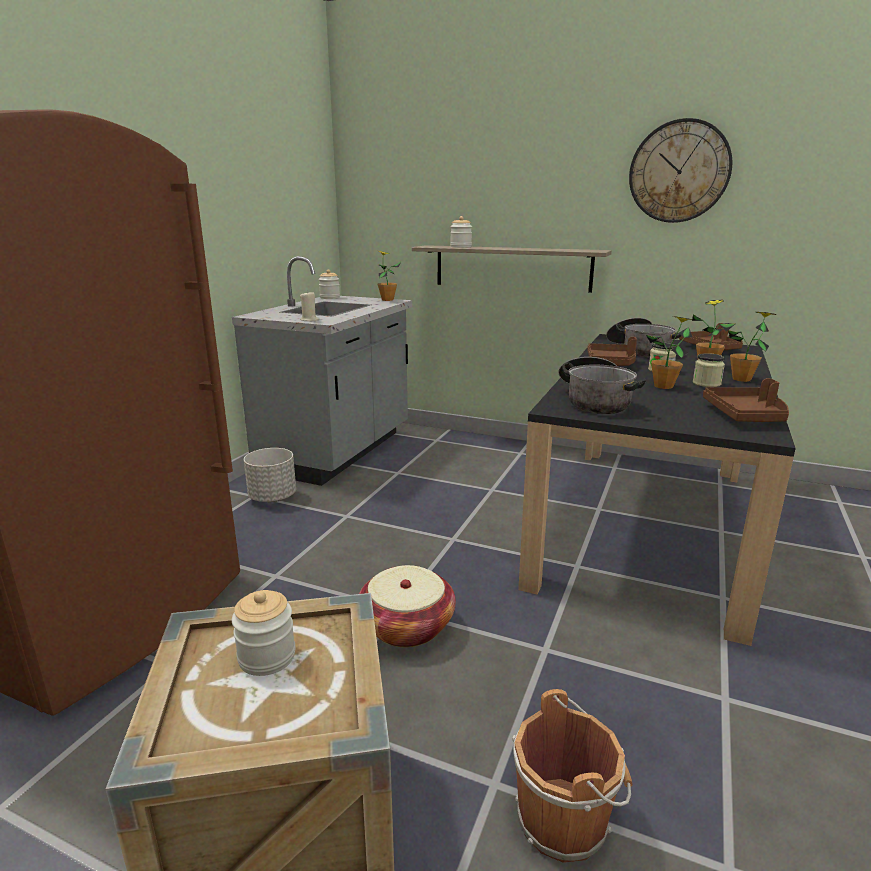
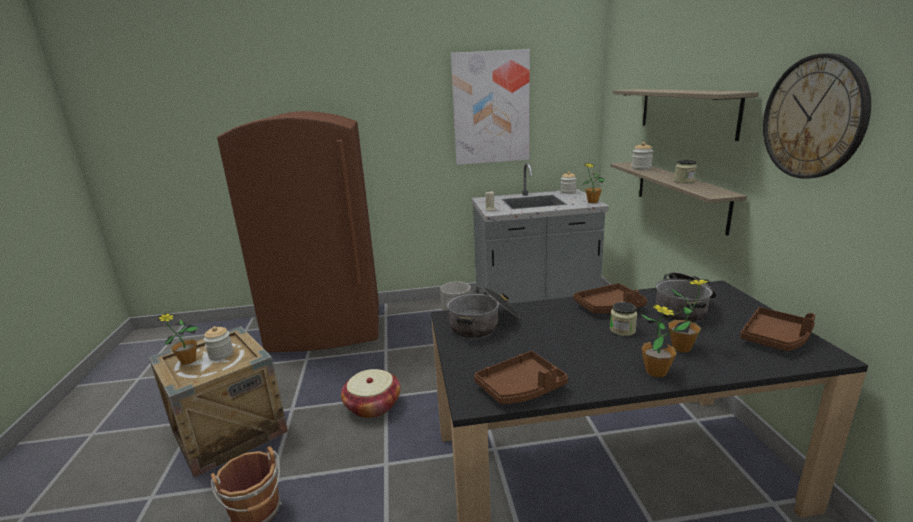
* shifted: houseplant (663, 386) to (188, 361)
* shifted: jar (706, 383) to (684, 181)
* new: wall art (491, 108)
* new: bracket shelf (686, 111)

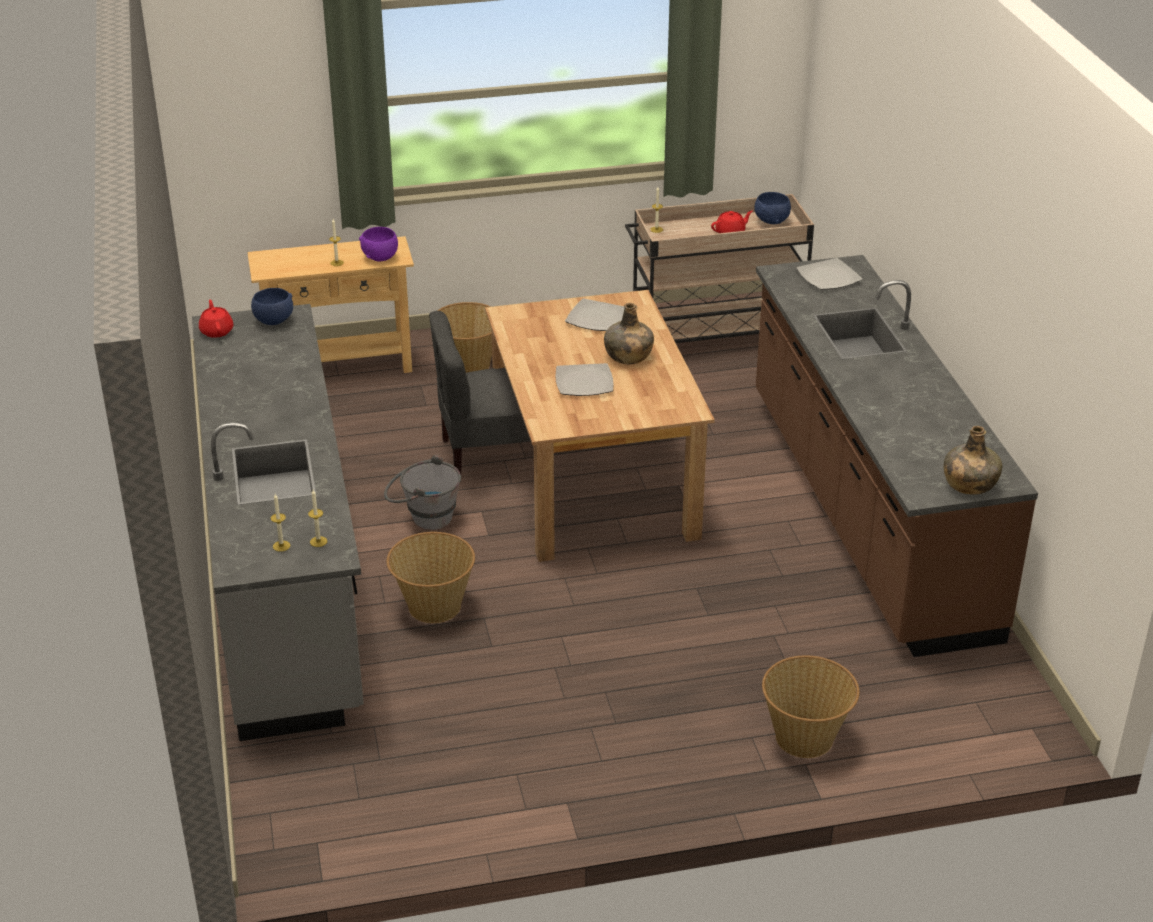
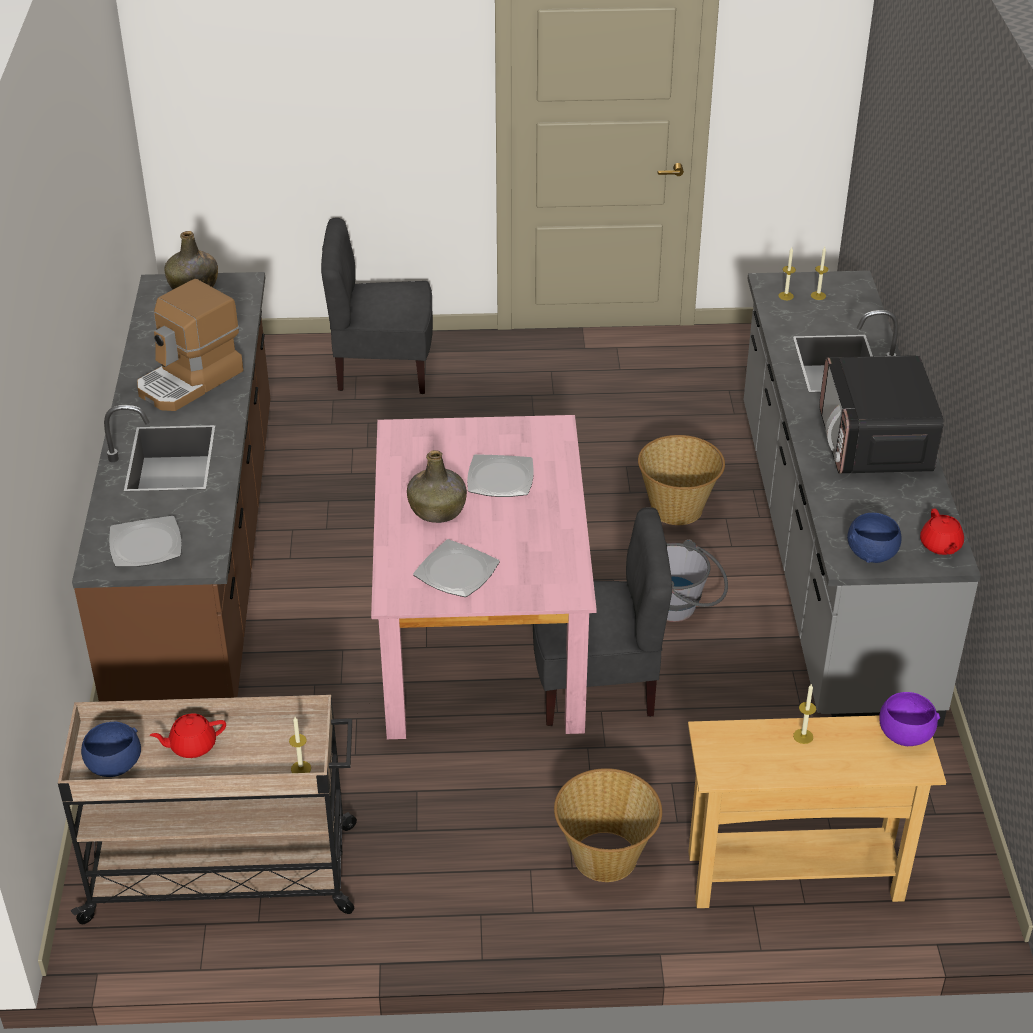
* shifted: purplish deep dish (381, 257) to (903, 735)
* repainted: brown kitchen table (595, 481) to pink-coloured kitchen table (480, 633)
* swapped: household basket (805, 737) to gray chair (383, 369)
* new: coffee maker (190, 381)
* new: kitchen microwave (874, 443)

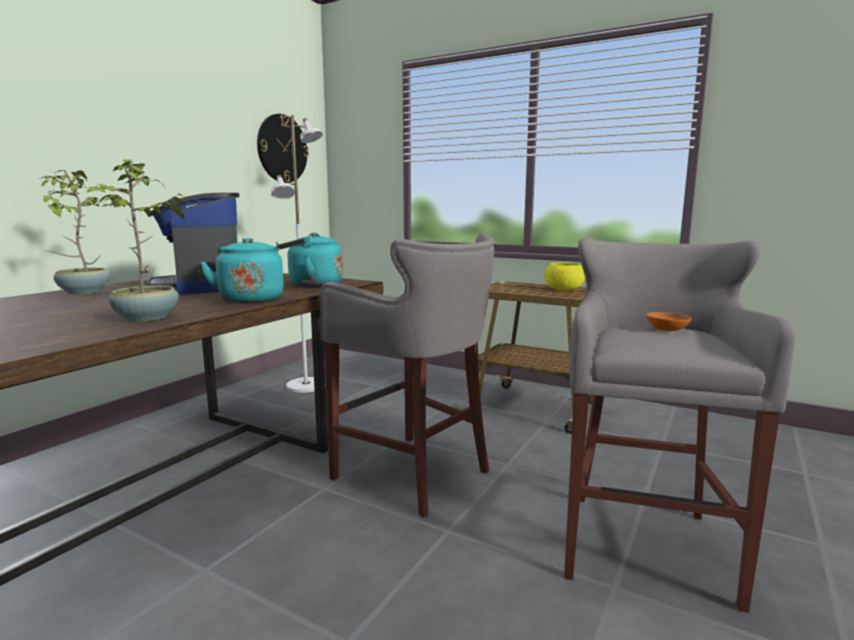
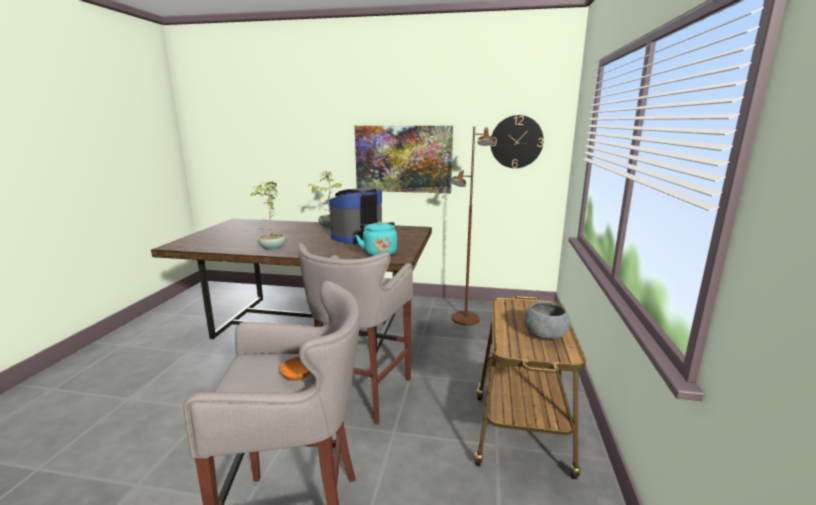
* gone: blue-green tea kettle (250, 299)
* repainted: whitish standing lamp (306, 386) to brown standing lamp (465, 319)
* repainted: yellowish deep dish (564, 290) to gray deep dish (545, 335)
* new: wall art (403, 159)

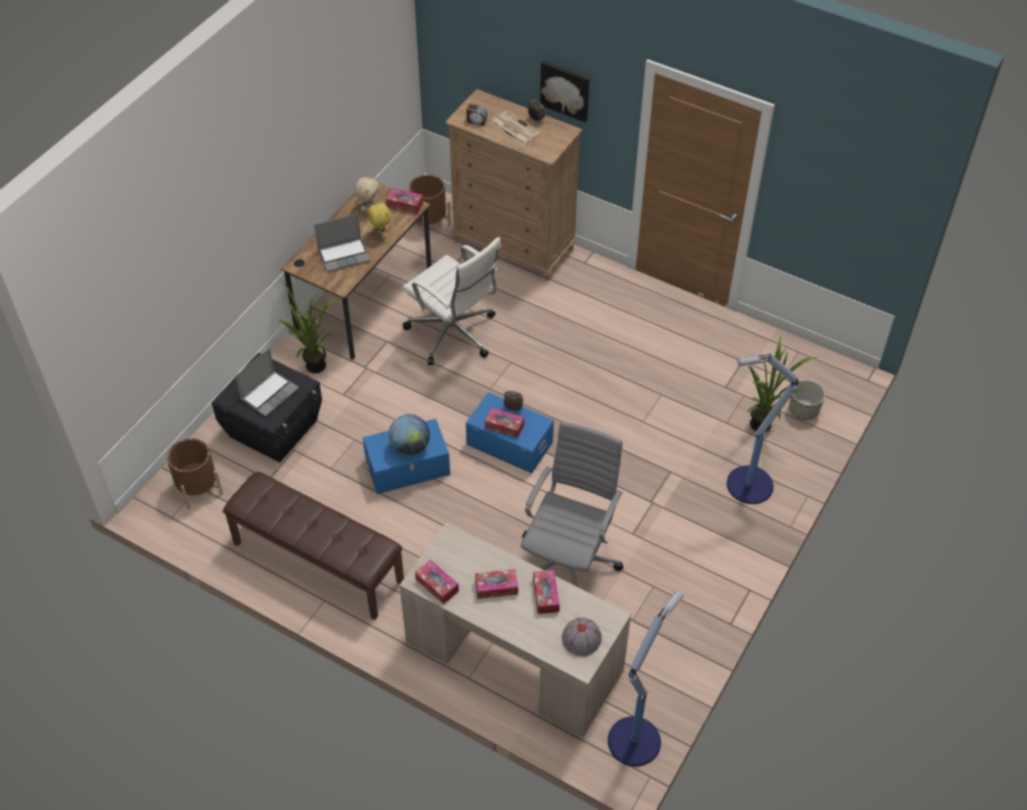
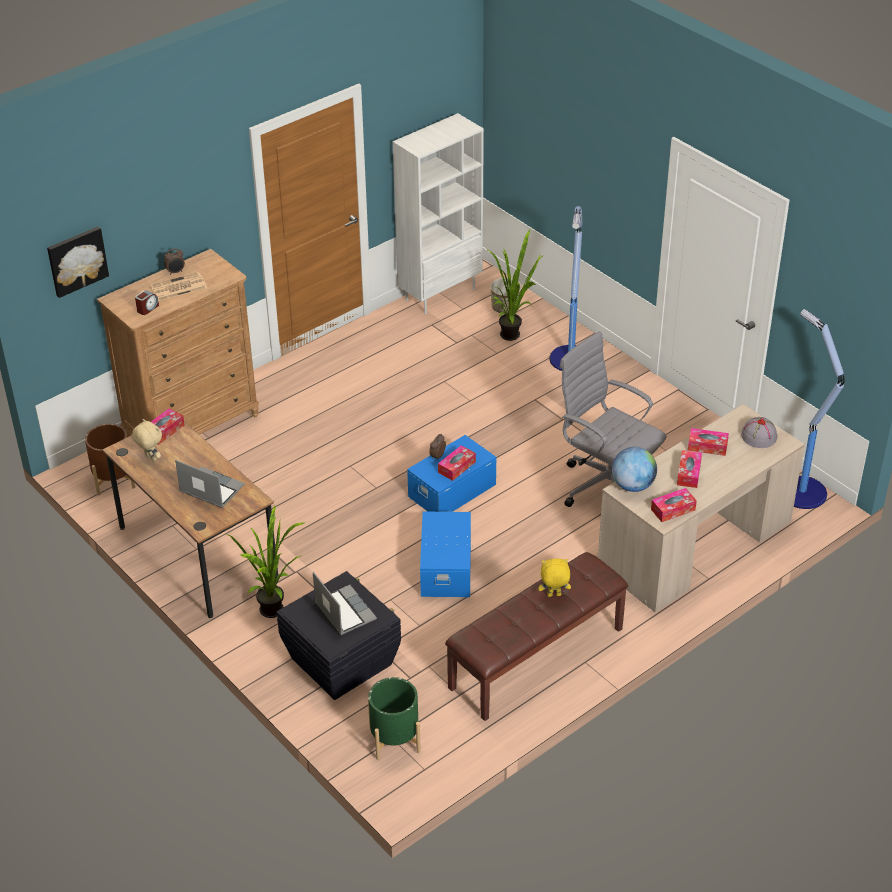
* repainted: brown planter (198, 488) to green planter (394, 739)
* rotated: portable computer (344, 255) = (210, 489) 60 degrees counterclockwise
* shifted: yellowish cuddly toy (380, 234) to (554, 595)
* shifted: world globe (410, 447) to (633, 485)
* gone: whitish office chair (454, 334)
* shifted: wall art (565, 90) to (77, 260)
* new: whitish bookcase (440, 294)

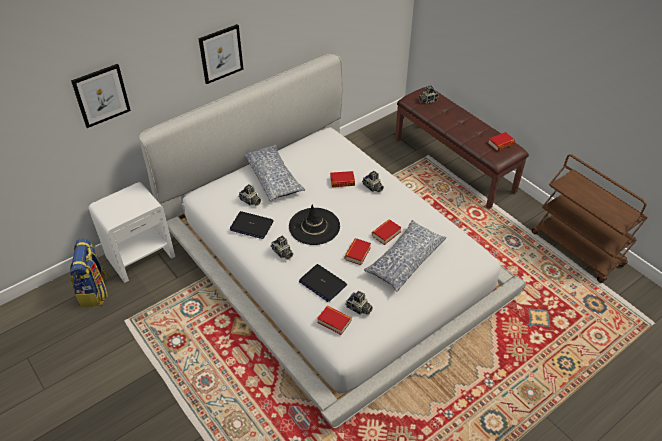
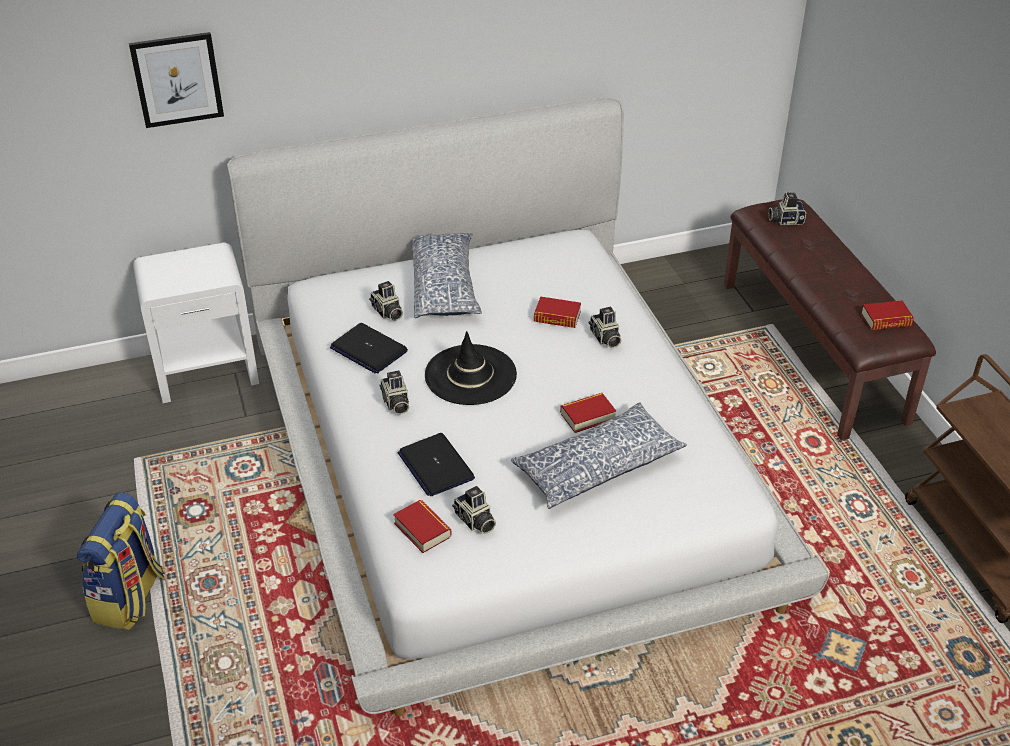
* shifted: backpack (95, 291) to (130, 599)
* gone: wall art (221, 54)
* gone: volume (357, 253)

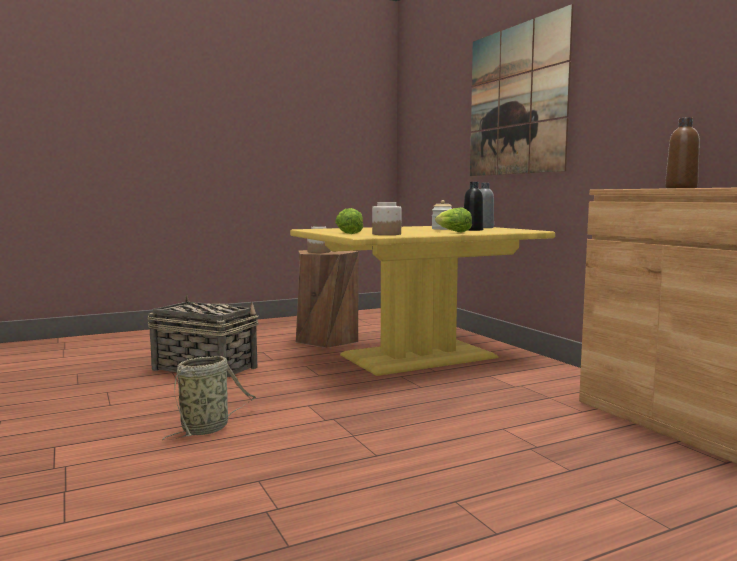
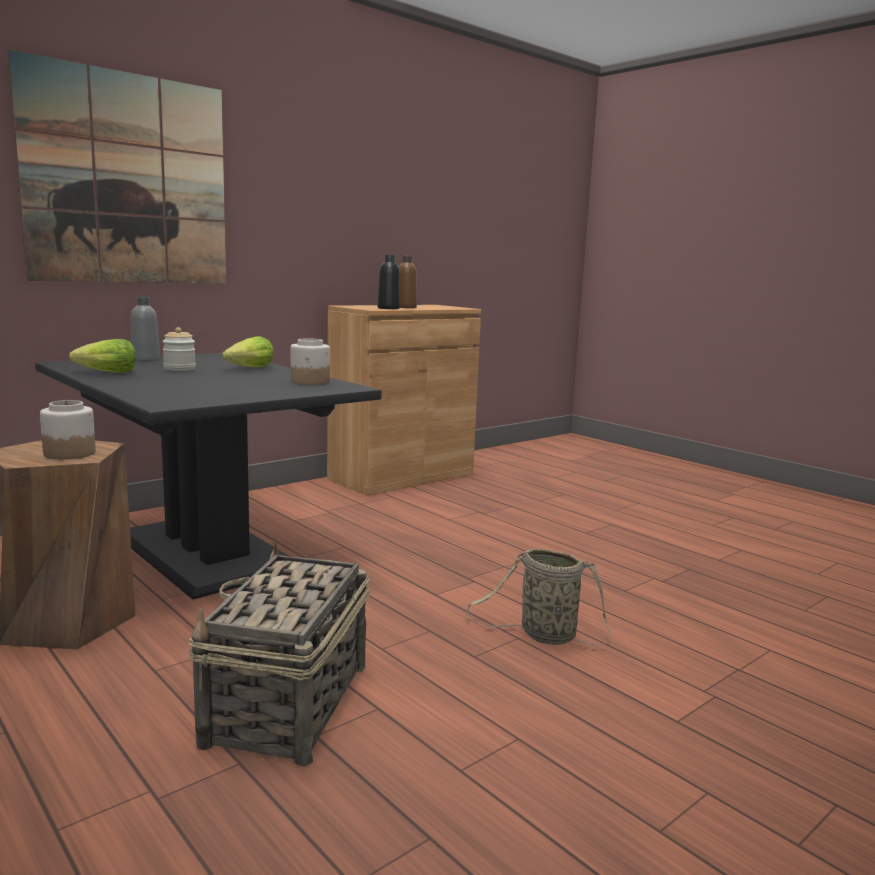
* repainted: yellowish kitchen table (417, 356) to blackish kitchen table (204, 552)
* shifted: lettuce (349, 233) to (107, 373)
* shifted: blackish beverage bottle (473, 230) to (388, 308)

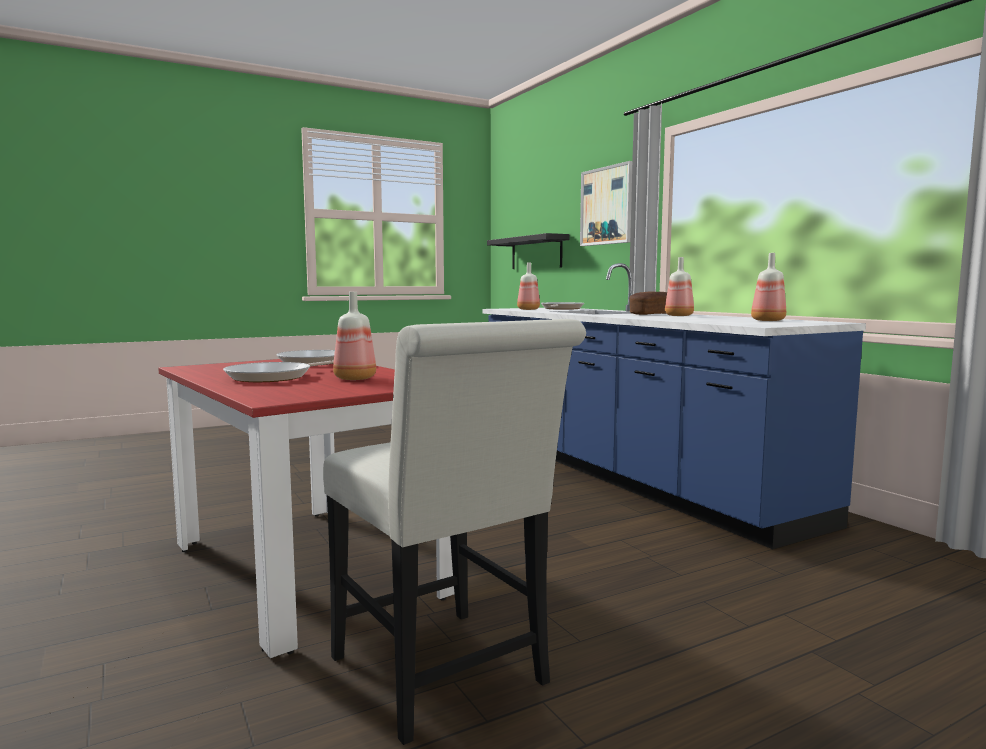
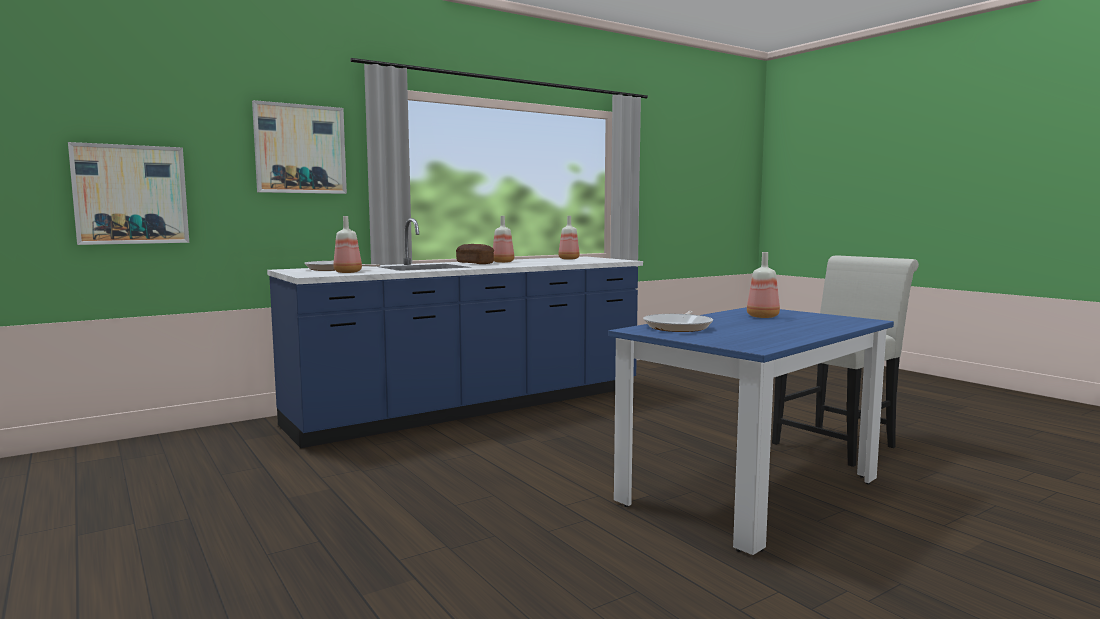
* repainted: reddish kitchen table (306, 568) to bluish kitchen table (750, 490)
* gone: skillet (273, 377)
* swapped: blackish bracket shelf (536, 253) to wall art (131, 194)

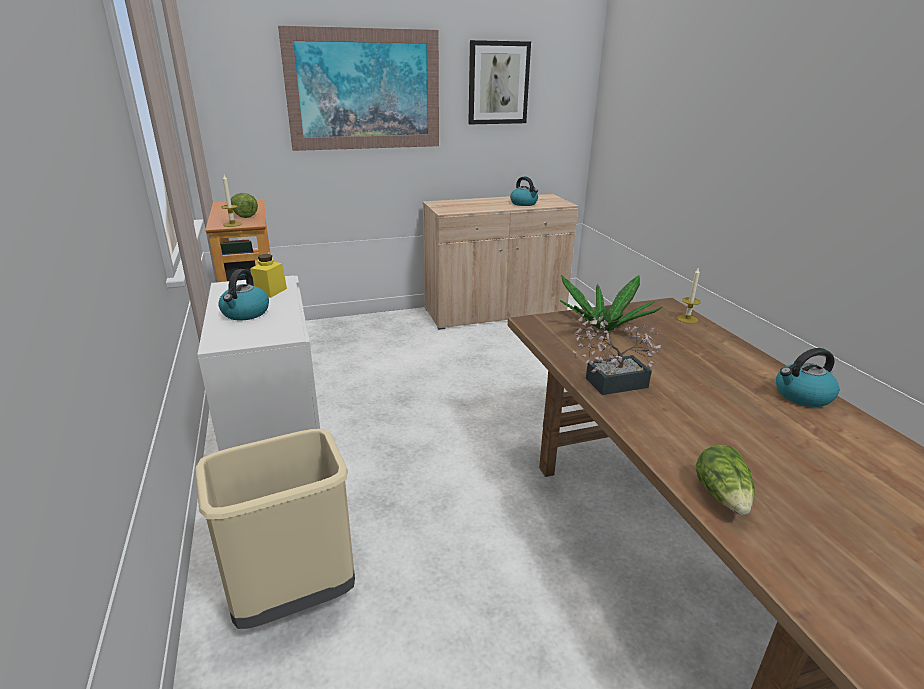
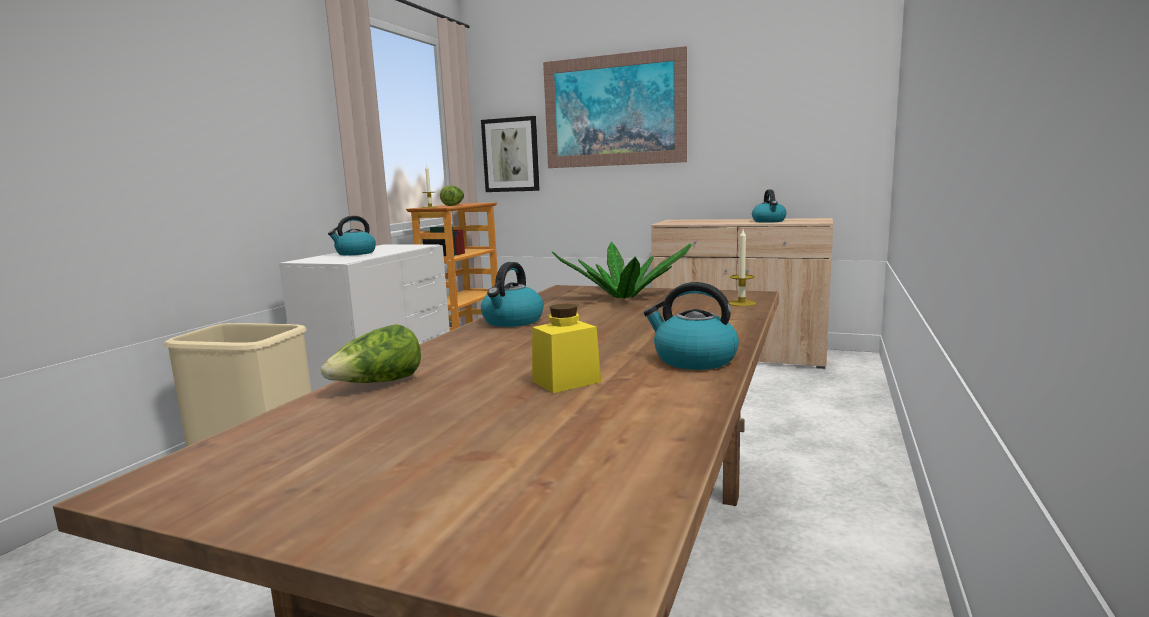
* shifted: yellowish jar (270, 291) to (566, 381)
* shifted: wall art (498, 83) to (511, 155)
* swapped: houseplant (609, 383) to tea kettle (512, 321)

